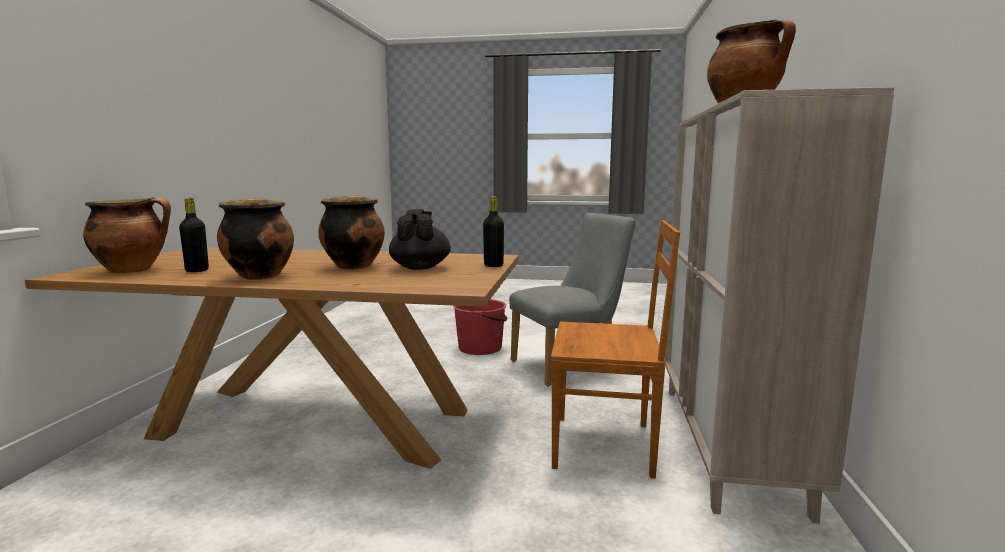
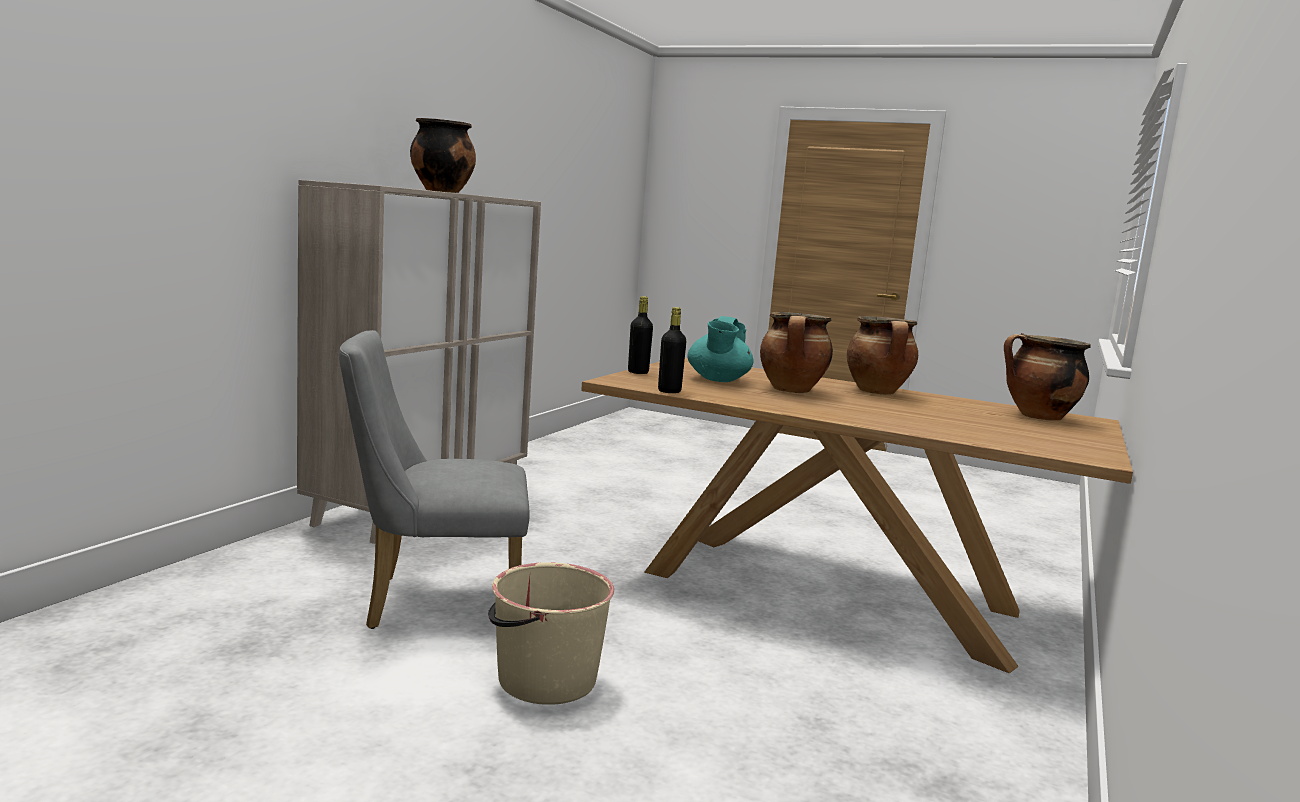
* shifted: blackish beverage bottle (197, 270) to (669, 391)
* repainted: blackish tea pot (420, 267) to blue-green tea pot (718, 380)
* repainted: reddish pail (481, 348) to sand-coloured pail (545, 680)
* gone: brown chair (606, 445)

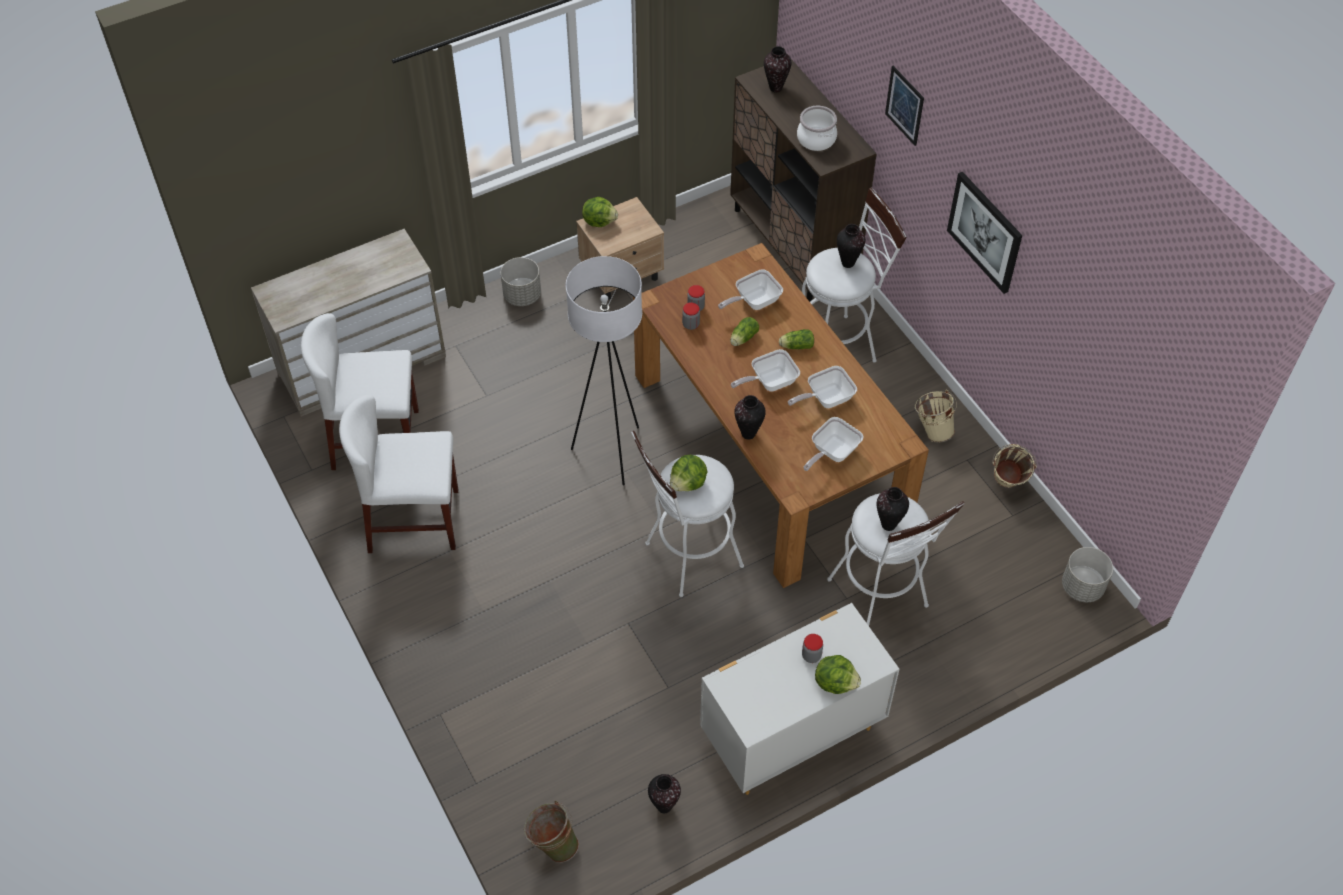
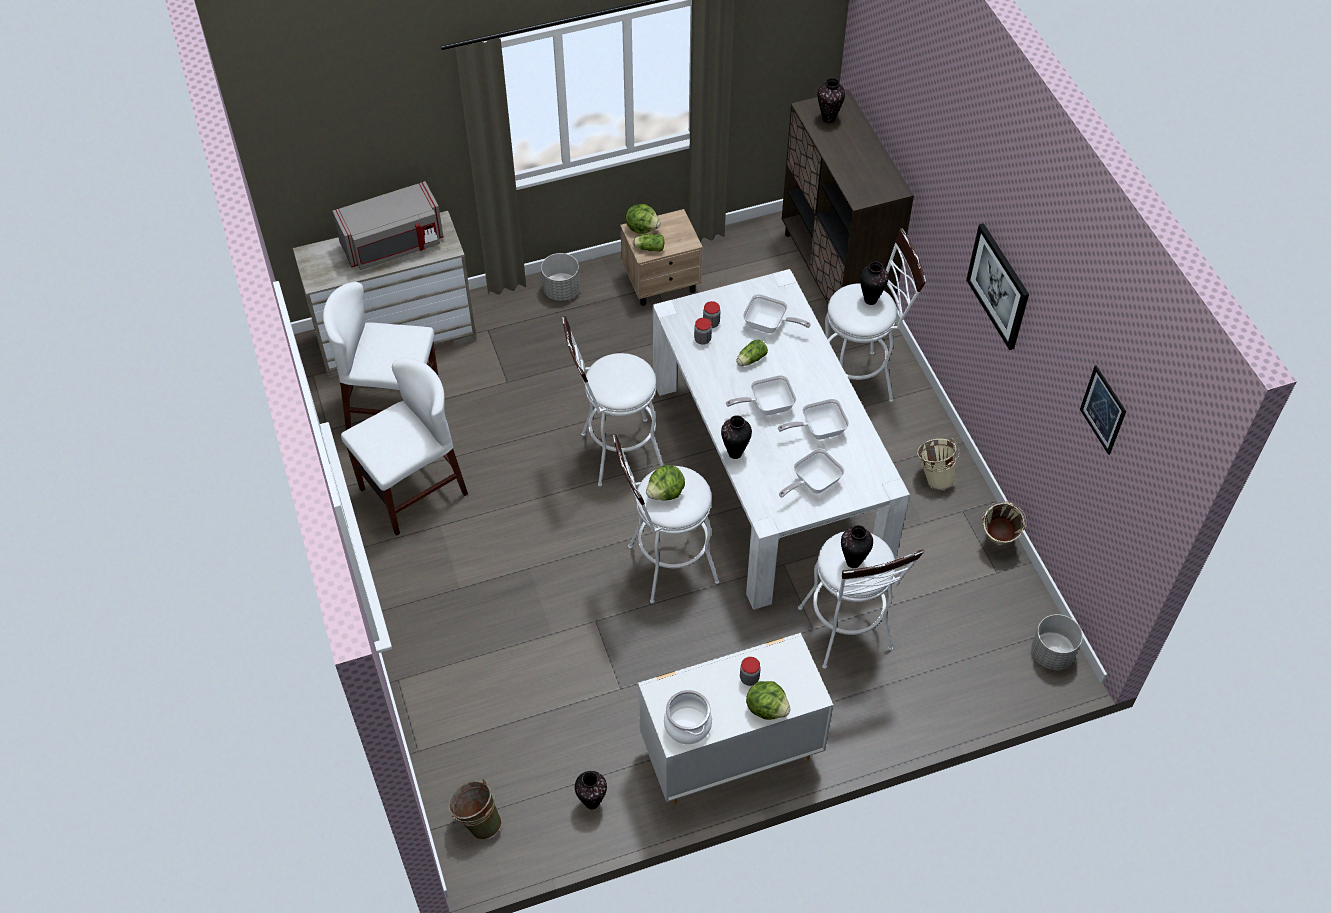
* rotated: whitish chair (414, 520) = (413, 491) 135 degrees clockwise
* swapped: whitish standing lamp (612, 453) to whitish stool (615, 454)
* repainted: brown kitchen table (769, 447) to whitish kitchen table (768, 471)
* rotated: skillet (753, 302) = (769, 325) 135 degrees counterclockwise
* shifted: lettuce (795, 346) to (648, 248)
* shifted: saucepot (816, 139) to (688, 725)
* shifted: wall art (904, 105) to (1103, 410)
* new: gray kitchen microwave (393, 245)

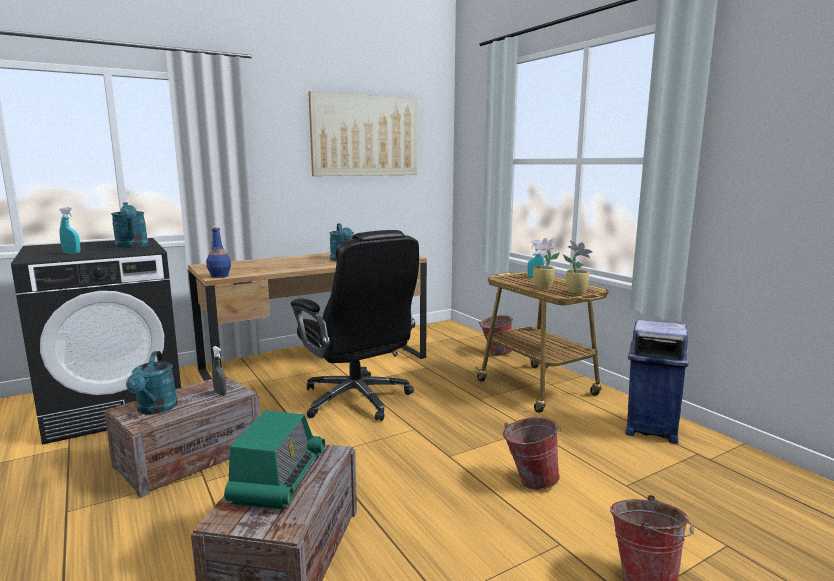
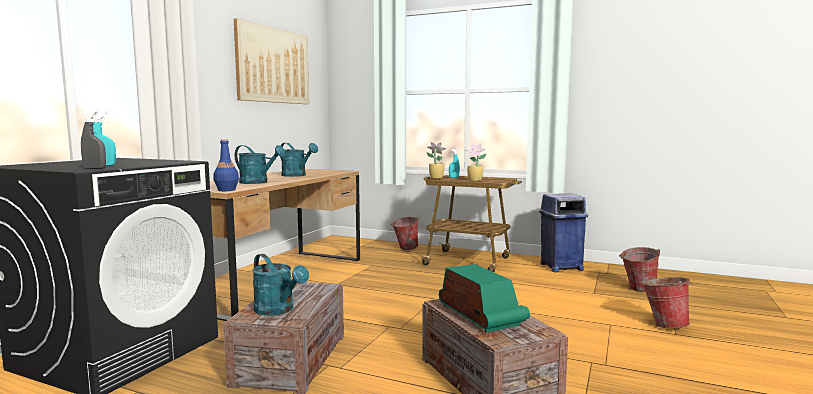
* shifted: blue-green sprinkling can (132, 246) to (258, 182)
* shifted: gray hand sprayer (220, 393) to (94, 168)
* gone: blackish office chair (357, 400)
* shifted: pail (529, 480) to (637, 289)
* shifted: houseplant (575, 291) to (435, 178)

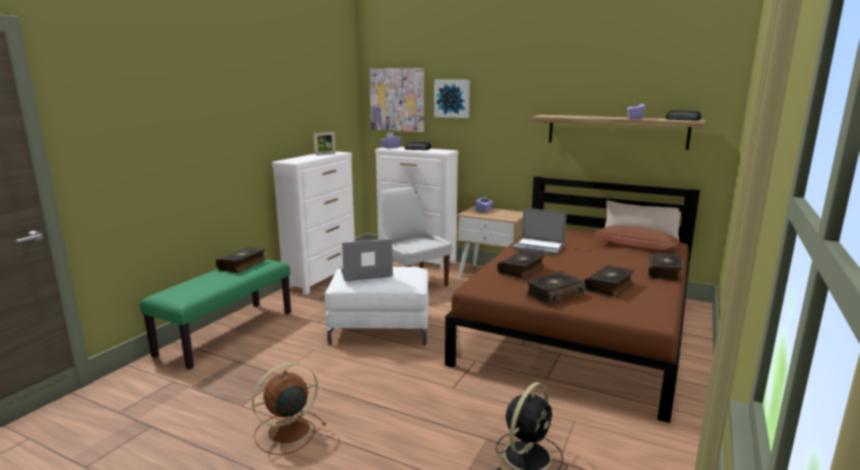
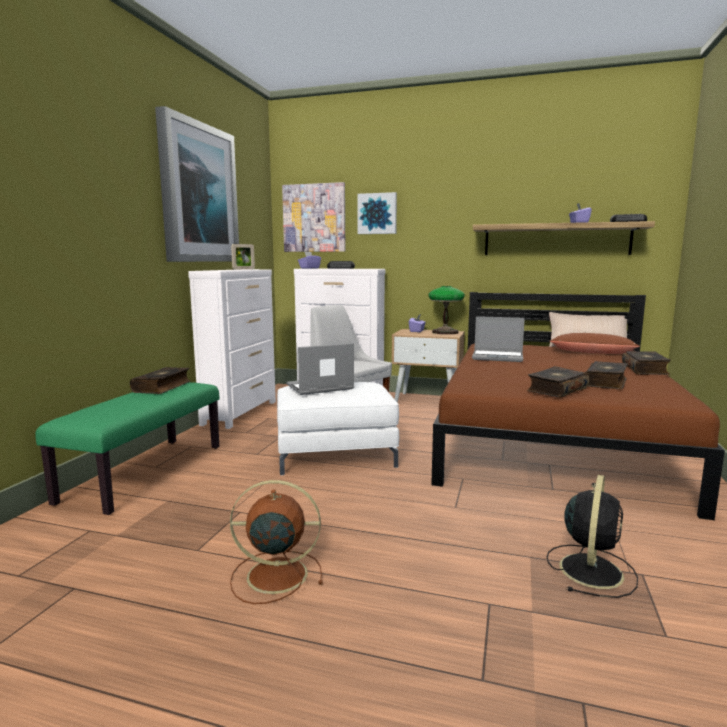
* rotated: brown fan (287, 432) = (274, 575) 45 degrees clockwise
* gone: volume (522, 270)
* new: wall art (198, 194)
* new: table lamp (444, 332)

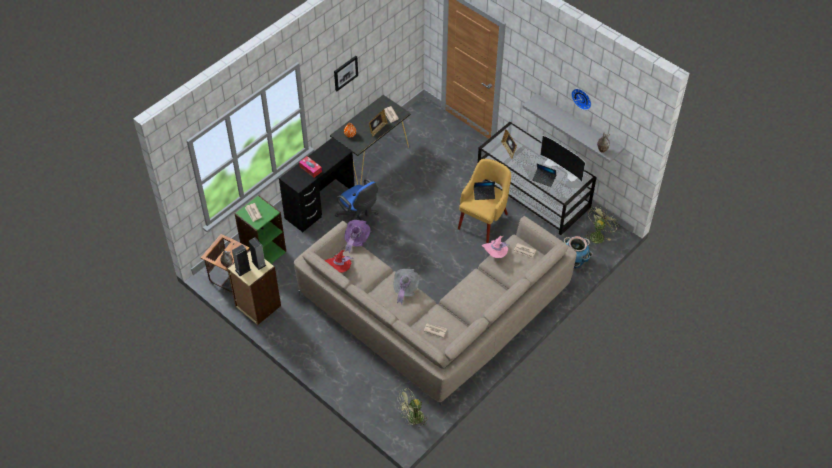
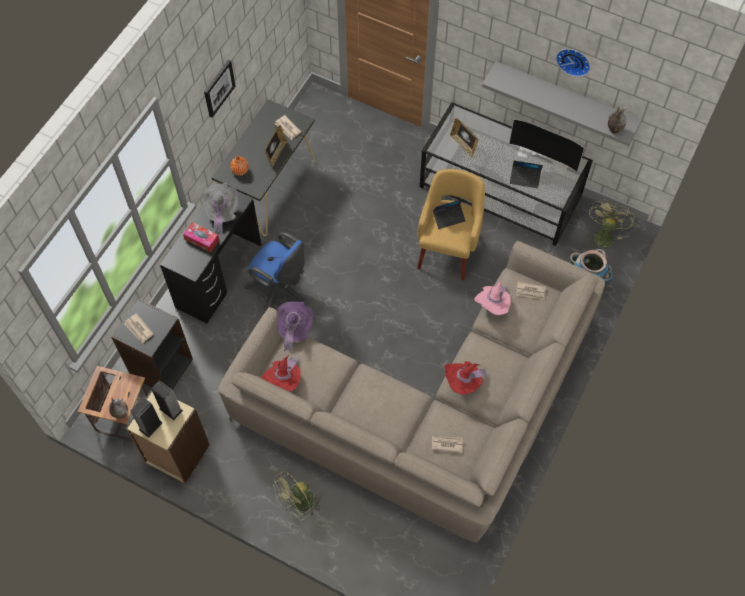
* repainted: green bookcase (264, 252) to blackish bookcase (161, 367)
* shifted: gray clothing hat (405, 289) to (221, 212)
* shifted: green fan (412, 419) to (299, 504)
* new: reddish clothing hat (463, 382)

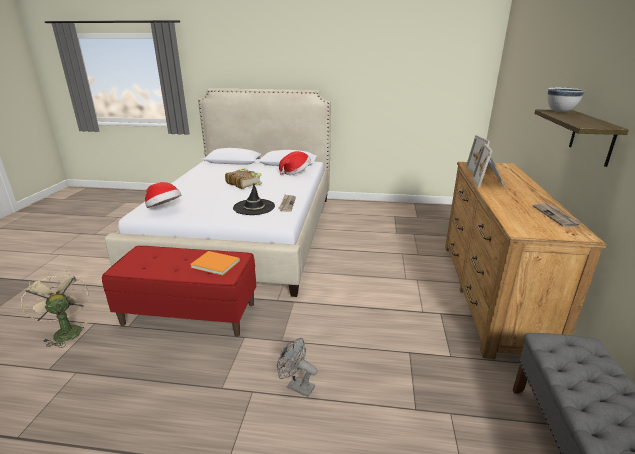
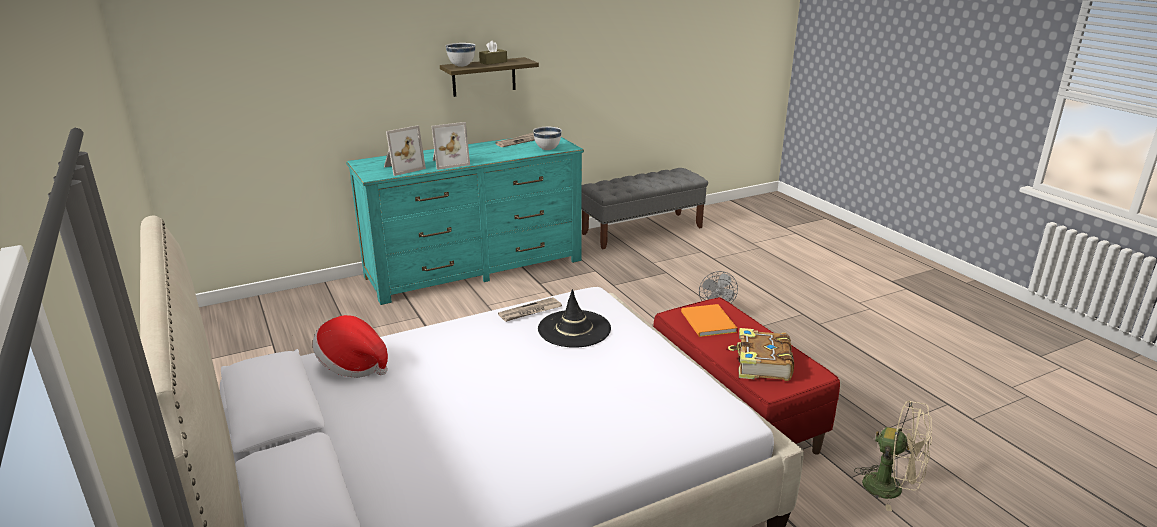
* rotated: sand-coloured fan (65, 331) = (891, 489) 75 degrees counterclockwise
* gone: clothing hat (164, 208)
* shifted: volume (243, 183) to (761, 364)
* repainted: brown dresser (490, 293) to blue-green dresser (475, 268)
* new: brown box of tissues (493, 62)
* new: whitish deep dish (547, 149)

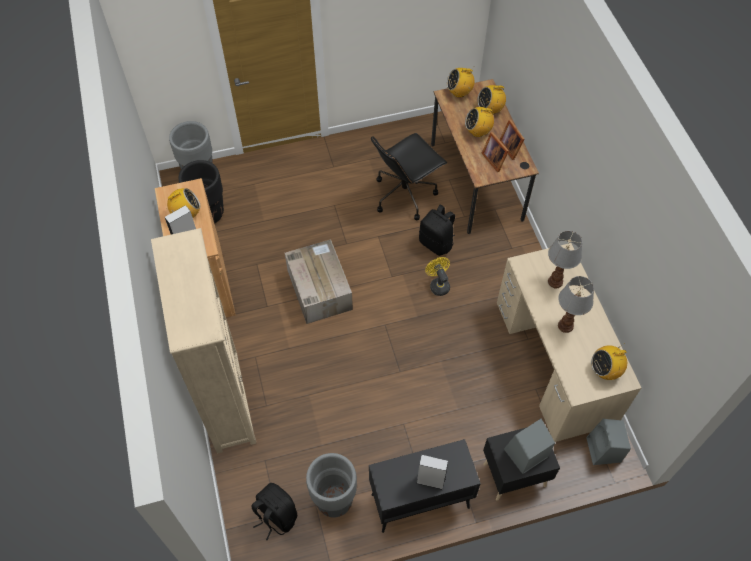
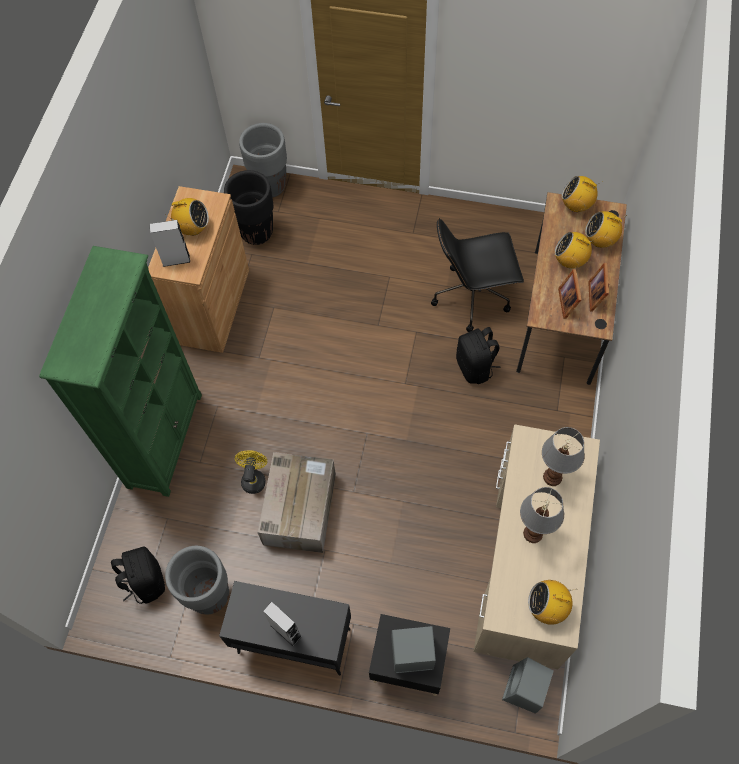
* repainted: sand-coloured bookcase (227, 401) to green bookcase (165, 439)
* shifted: packing box (319, 289) to (299, 508)
* shifted: yellowish fan (438, 284) to (254, 478)

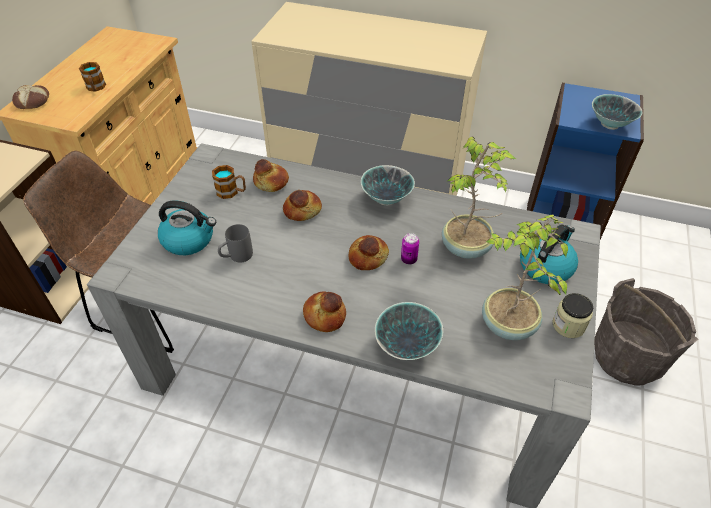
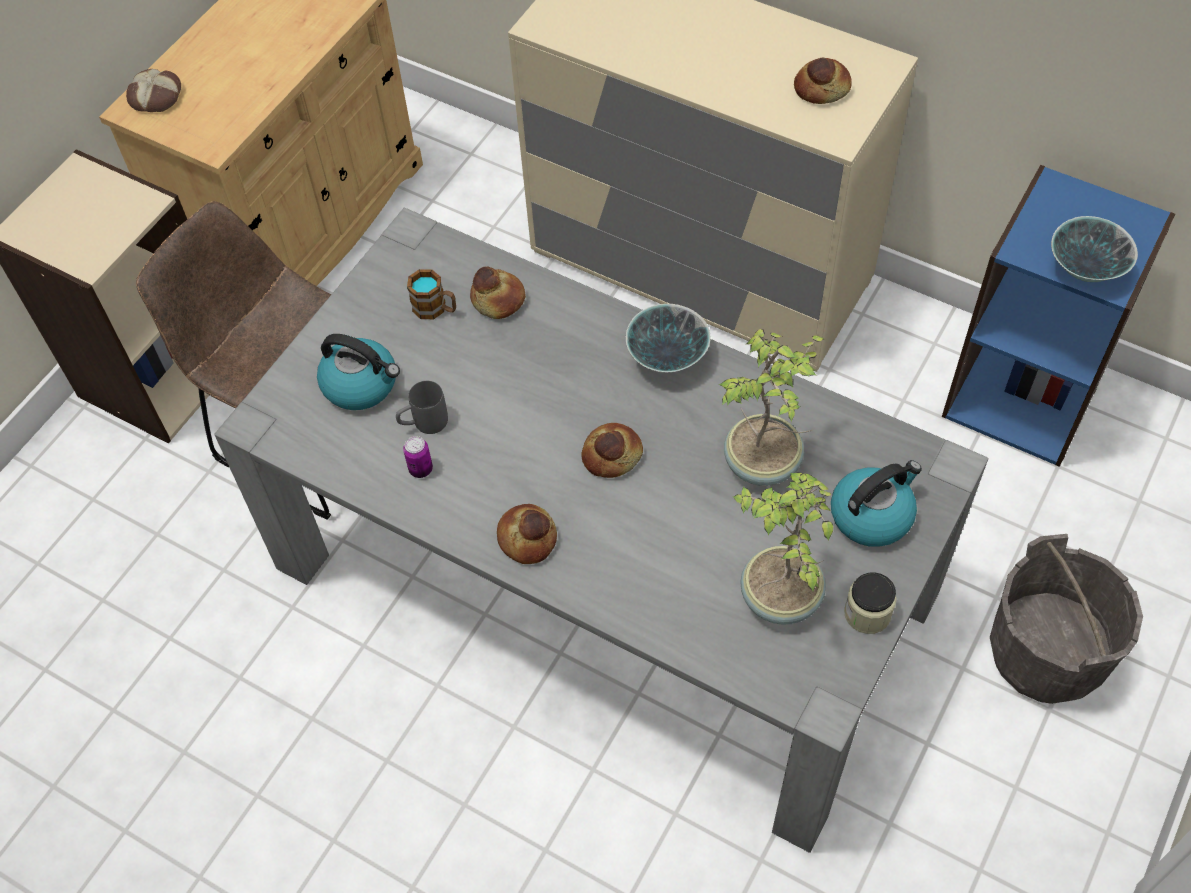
* gone: coffee mug (96, 88)
* shifted: bakery bread (302, 211) to (822, 89)
* gone: deep dish (407, 345)
* shifted: can (408, 259) to (421, 469)

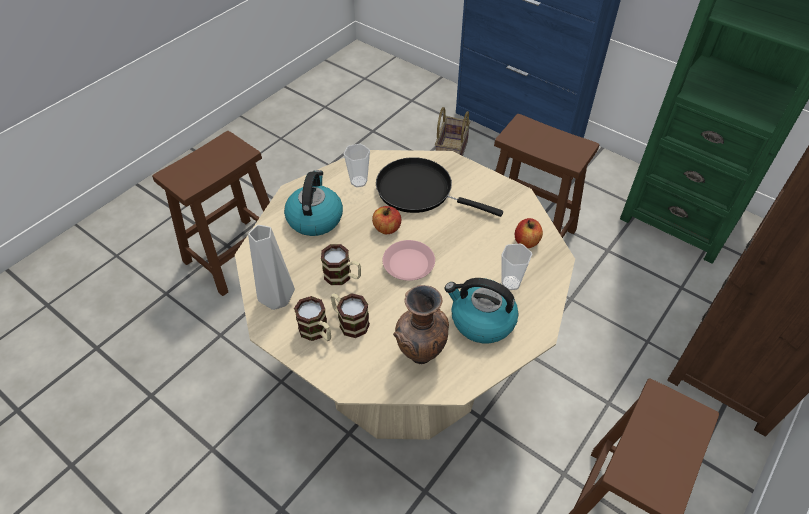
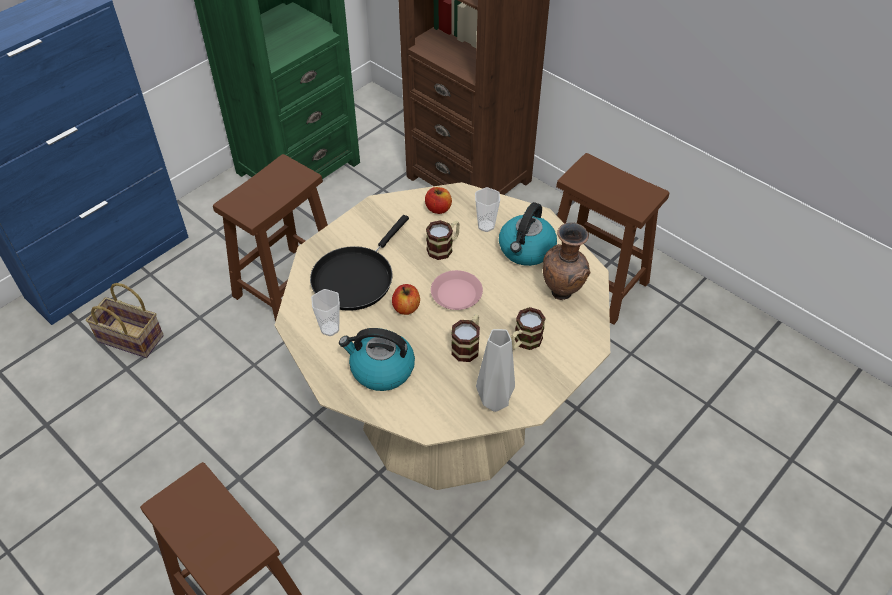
* shifted: coffee mug (317, 332) to (444, 247)

